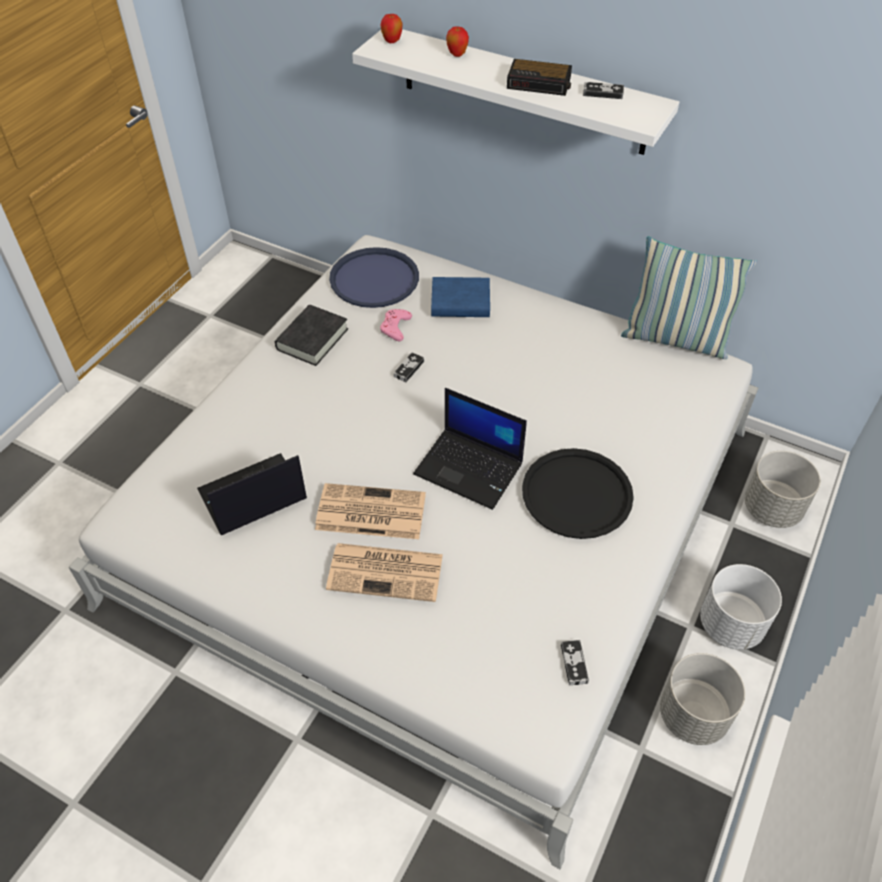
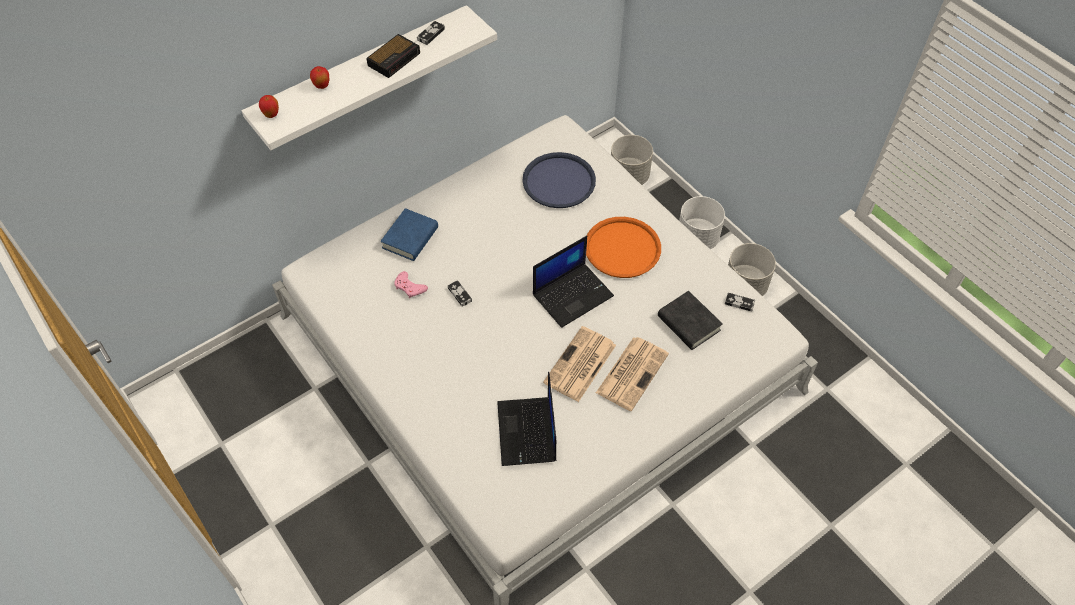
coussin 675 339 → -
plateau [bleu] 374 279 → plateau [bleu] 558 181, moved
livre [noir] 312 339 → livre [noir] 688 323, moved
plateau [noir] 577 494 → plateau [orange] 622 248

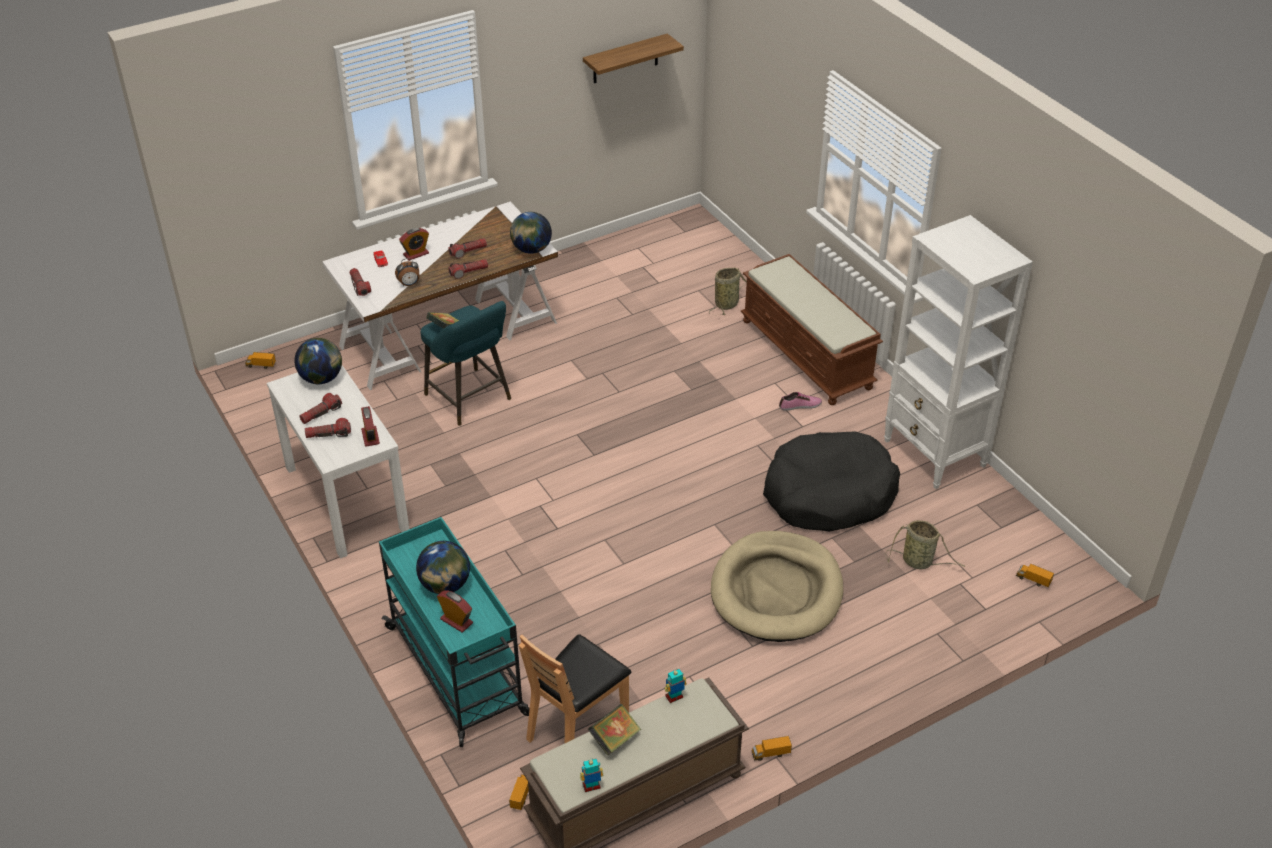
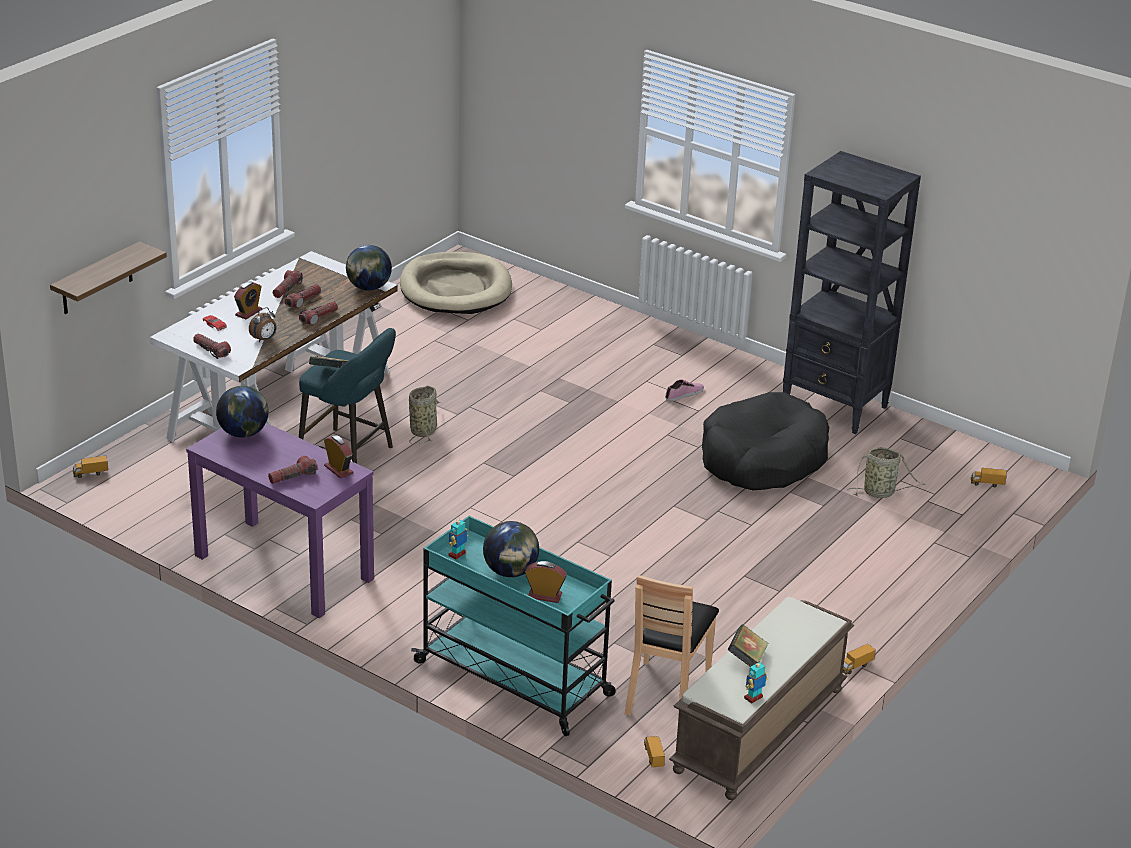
étagère 625 59 → étagère 97 279, moved
bibliothèque [blanc] 935 454 → bibliothèque [noir] 835 407
banc [marron] 807 354 → -
panier 727 303 → panier 424 430, moved
table console [blanc] 345 498 → table console [violet] 283 567
lampe de poche 321 413 → lampe de poche 287 289, moved
panier pour chien [beige] 776 591 → panier pour chien [beige] 455 289, moved
robot jouet 674 697 → robot jouet 457 554, moved

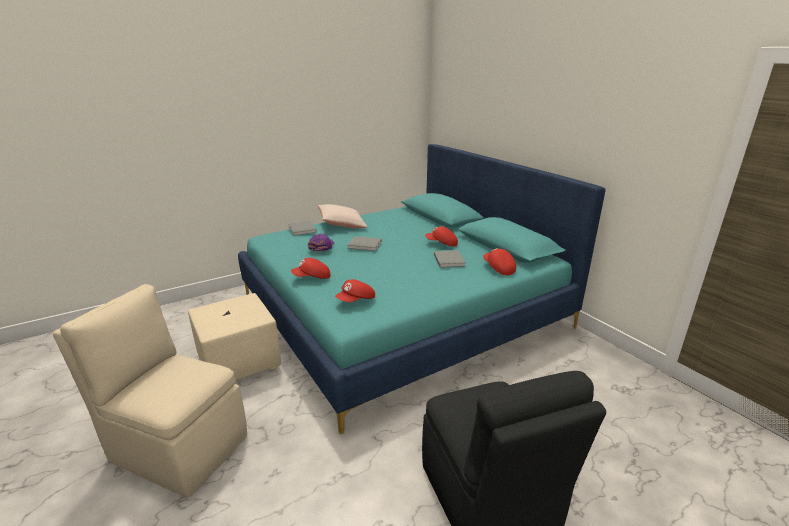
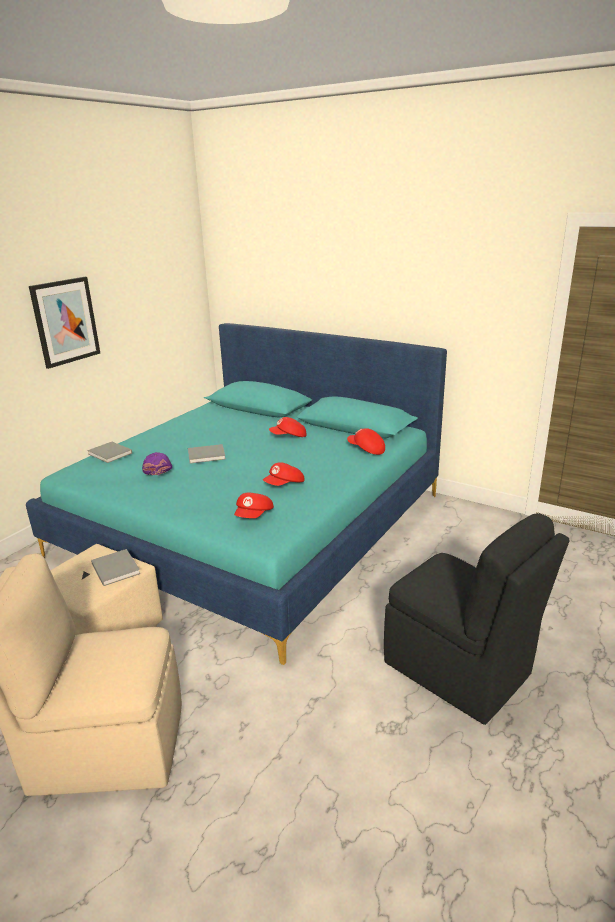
coussin [beige] 342 224 → -
livre [gris] 449 259 → livre [gris] 115 568, moved
casquette [rouge] 312 278 → casquette [rouge] 284 485, moved
- → tableau 65 321

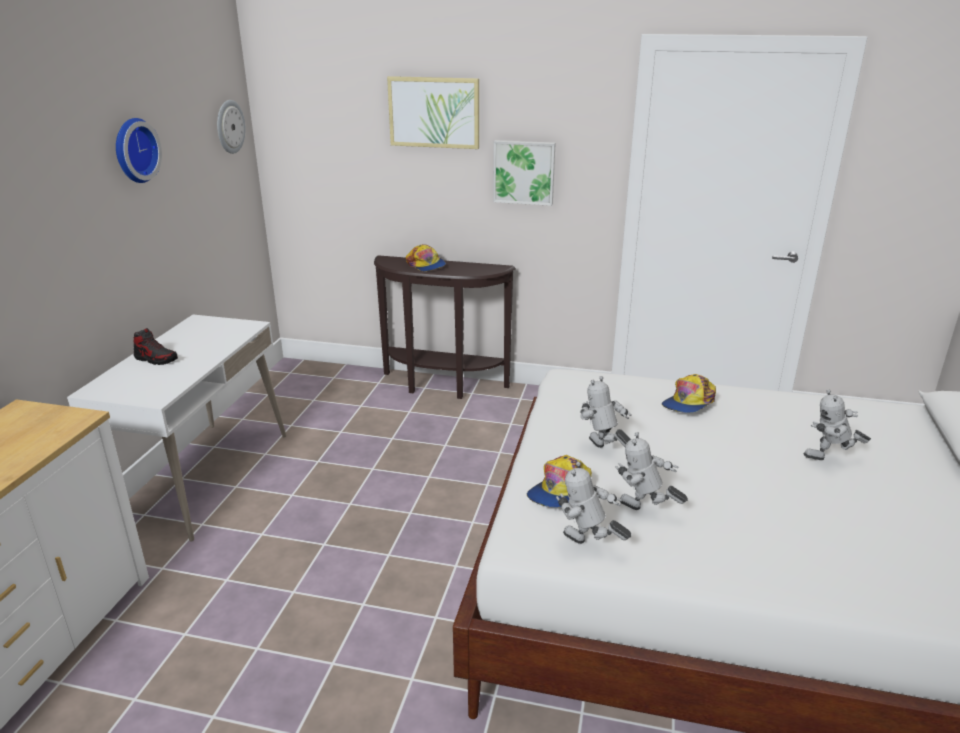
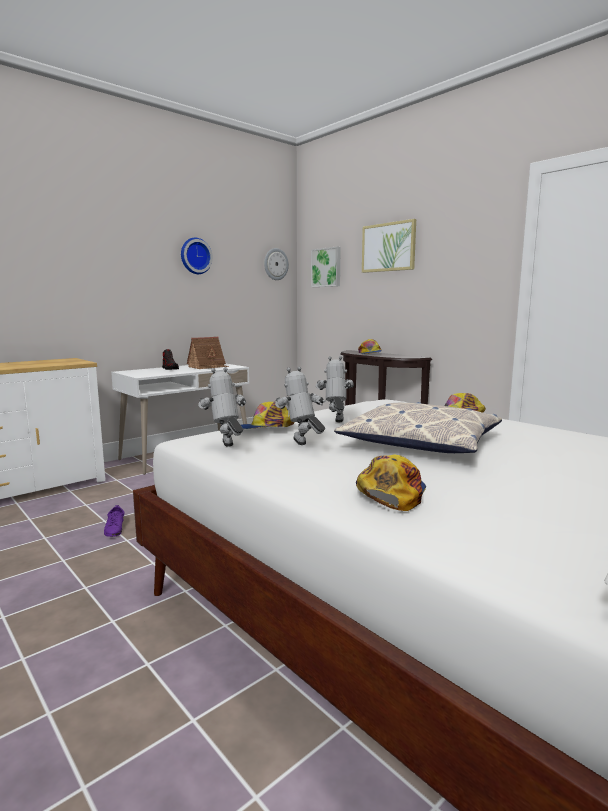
tableau 524 172 → tableau 326 267, moved
robot jouet 830 461 → -
- → maison miniature 208 367
- → coussin 421 442
- → casquette 391 492
- → chaussure [violet] 115 528

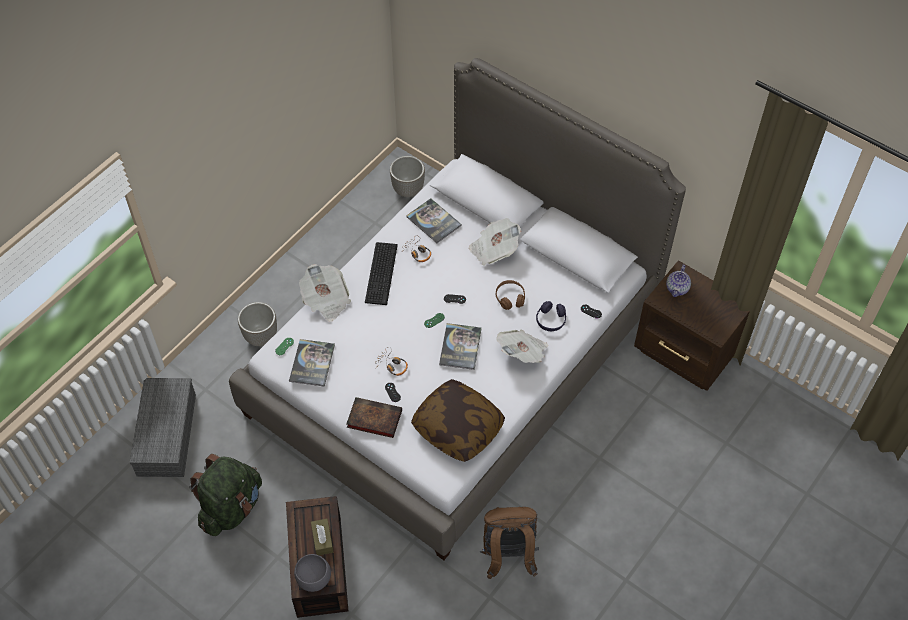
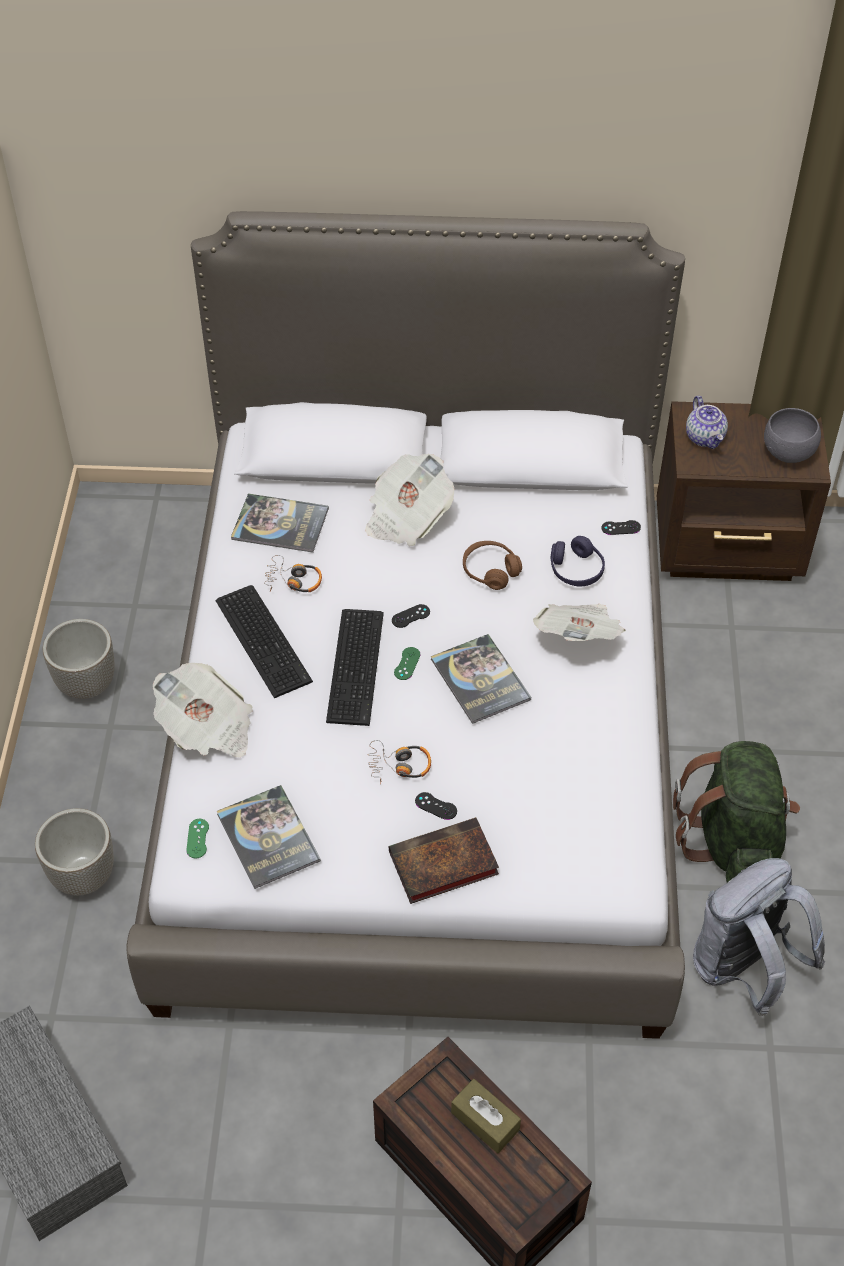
cache-pot 408 190 → cache-pot 87 684, moved
coussin 458 427 → -
sac à dos [vert] 231 507 → sac à dos [vert] 732 842, moved
sac à dos [marron] 508 556 → sac à dos [gris] 743 970
bol [gris] 313 580 → bol [gris] 788 454, moved
- → clavier 358 665

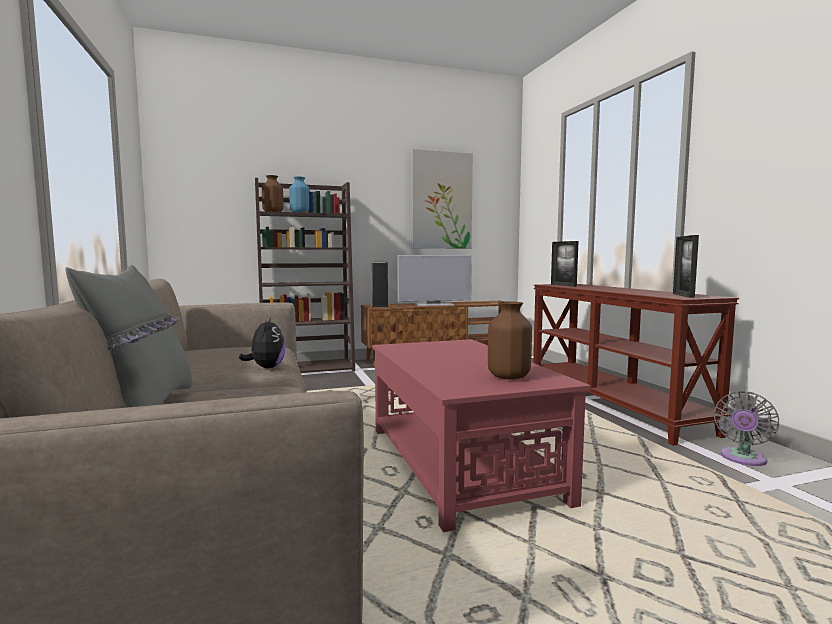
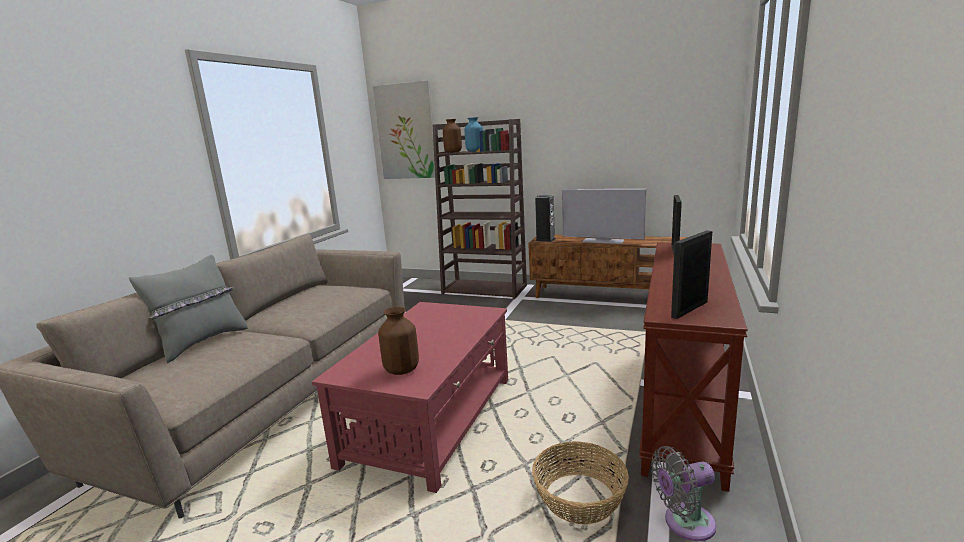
tableau 441 200 → tableau 406 132, moved
peluche 266 367 → -
- → panier 580 498

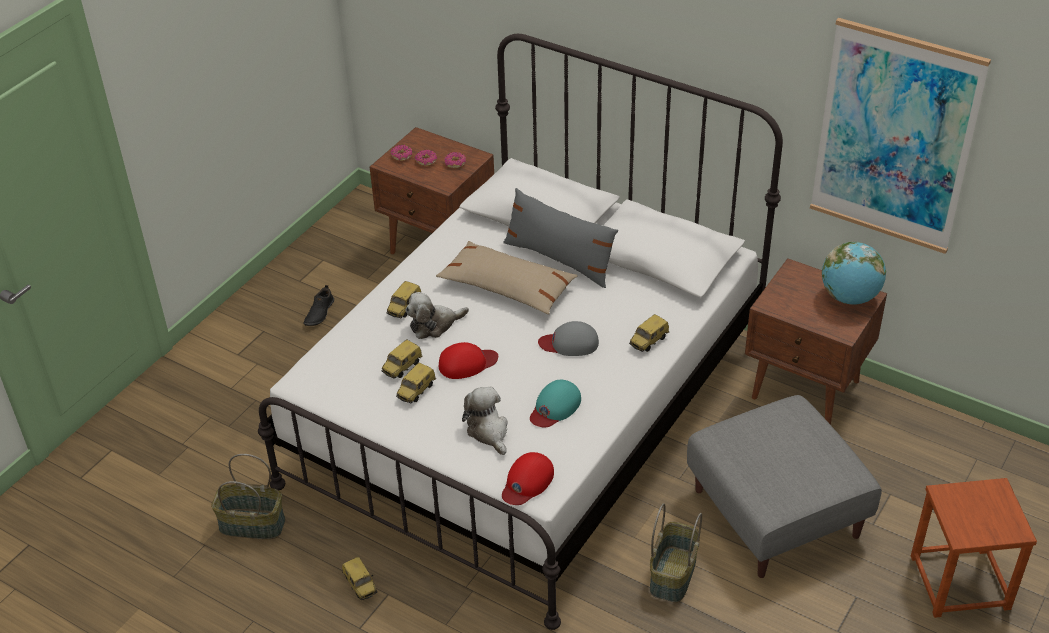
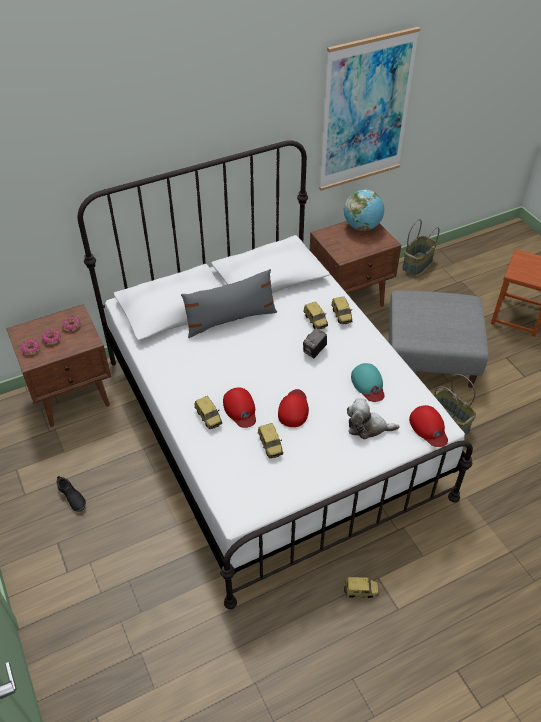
coussin [beige] 507 287 → -
peluche 434 325 → casquette [rouge] 240 409
casquette [gris] 569 343 → appareil photo 314 351
petite voiture 417 392 → petite voiture 316 321, moved
panier 251 525 → panier 417 264, moved

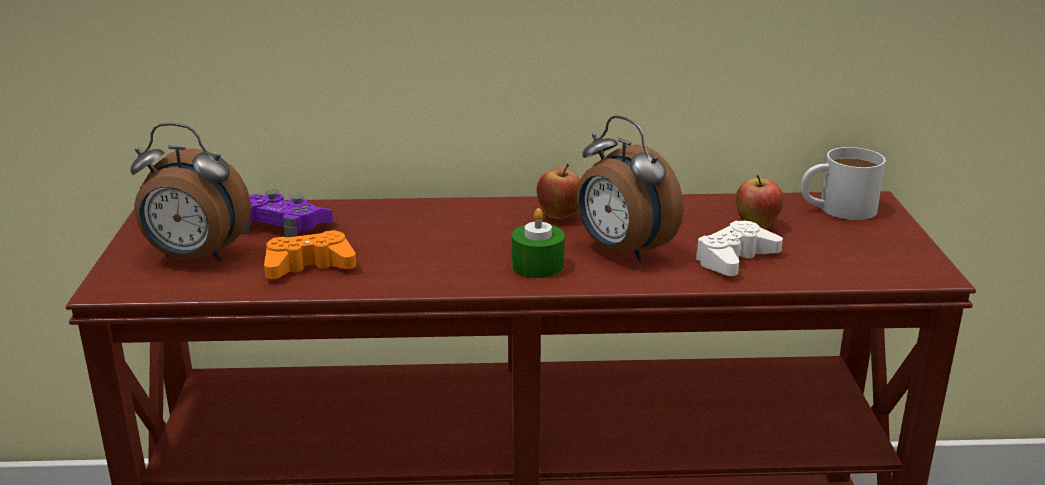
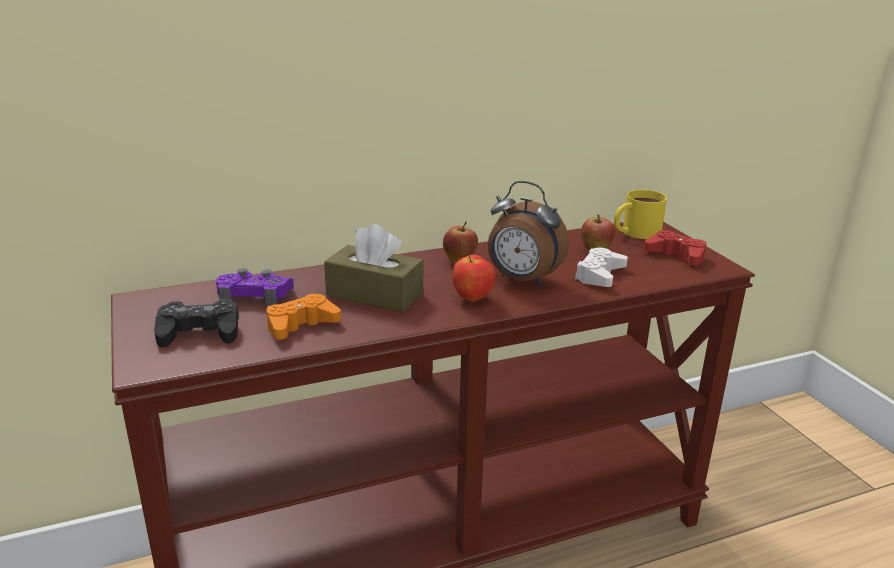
réveil 195 257 → manette [noir] 199 332
mug [blanc] 836 209 → mug [jaune] 635 233
bougie [vert] 538 266 → pomme 472 299
- → boîte à mouchoirs [marron] 374 294
- → manette [rouge] 676 255

